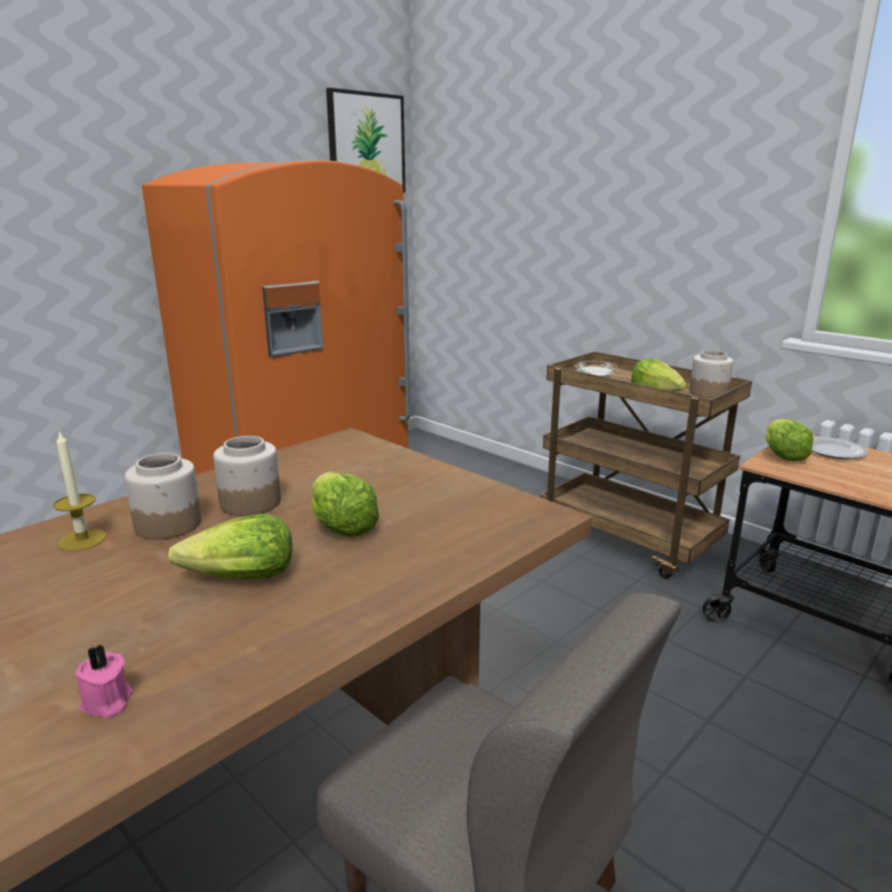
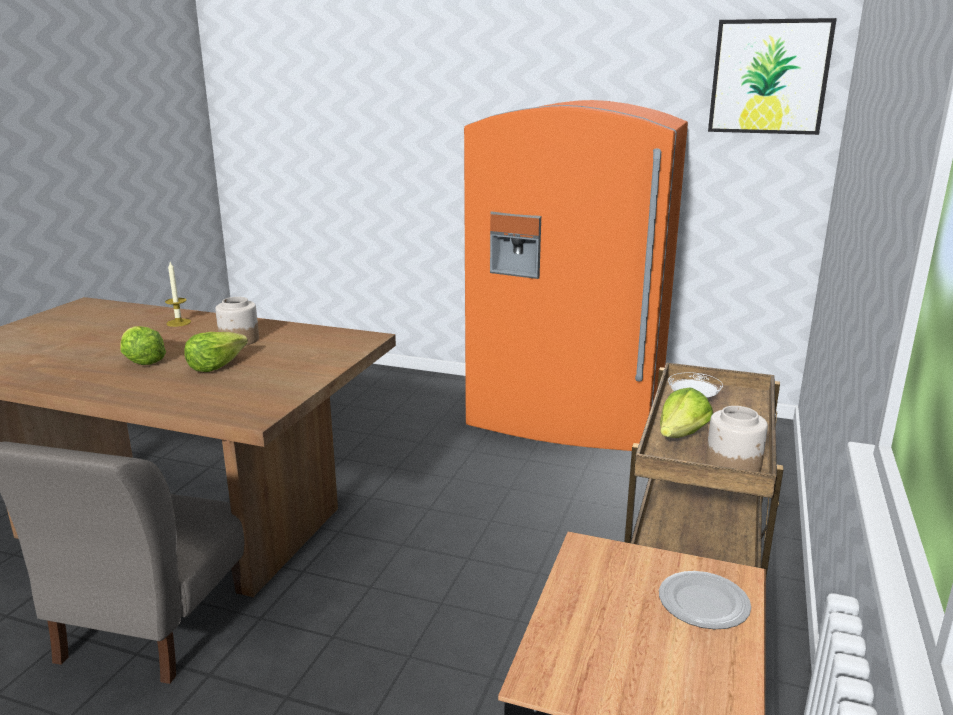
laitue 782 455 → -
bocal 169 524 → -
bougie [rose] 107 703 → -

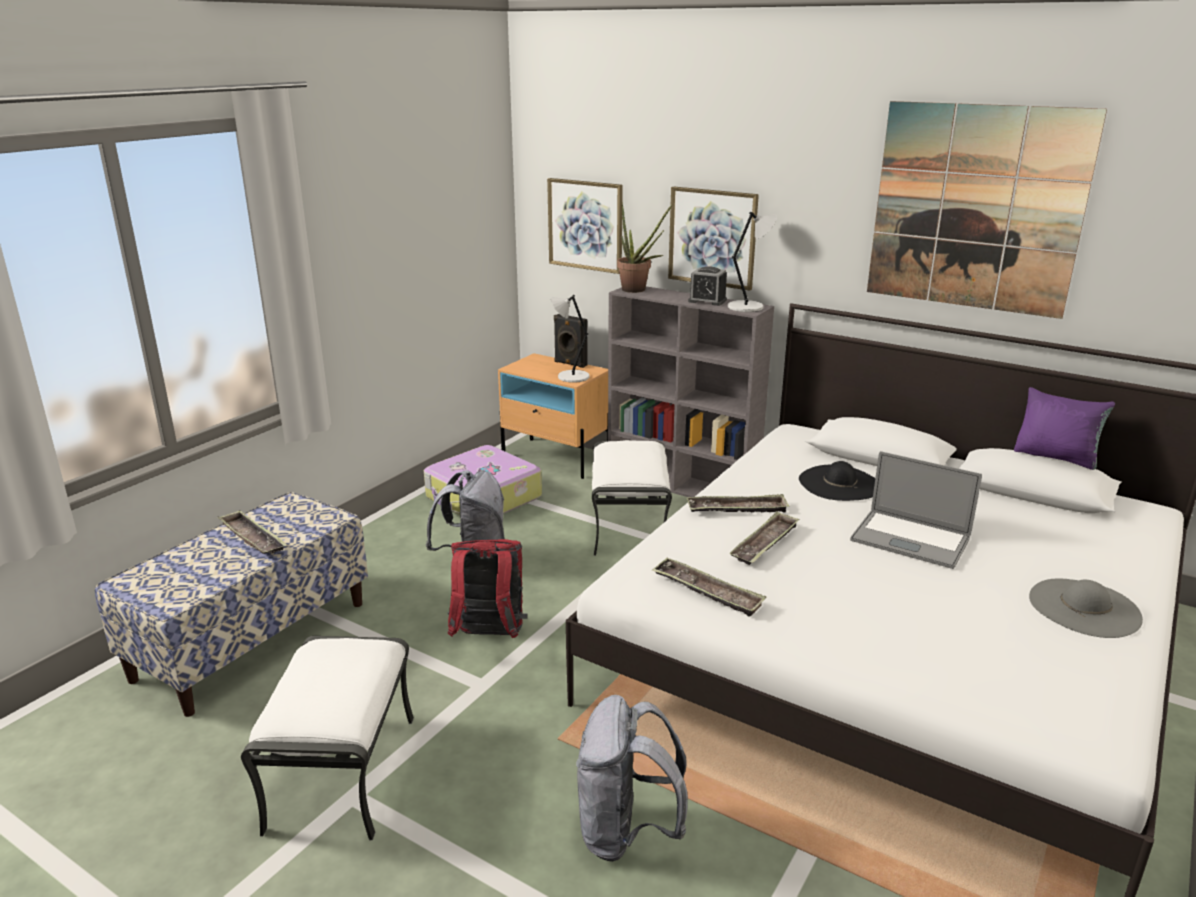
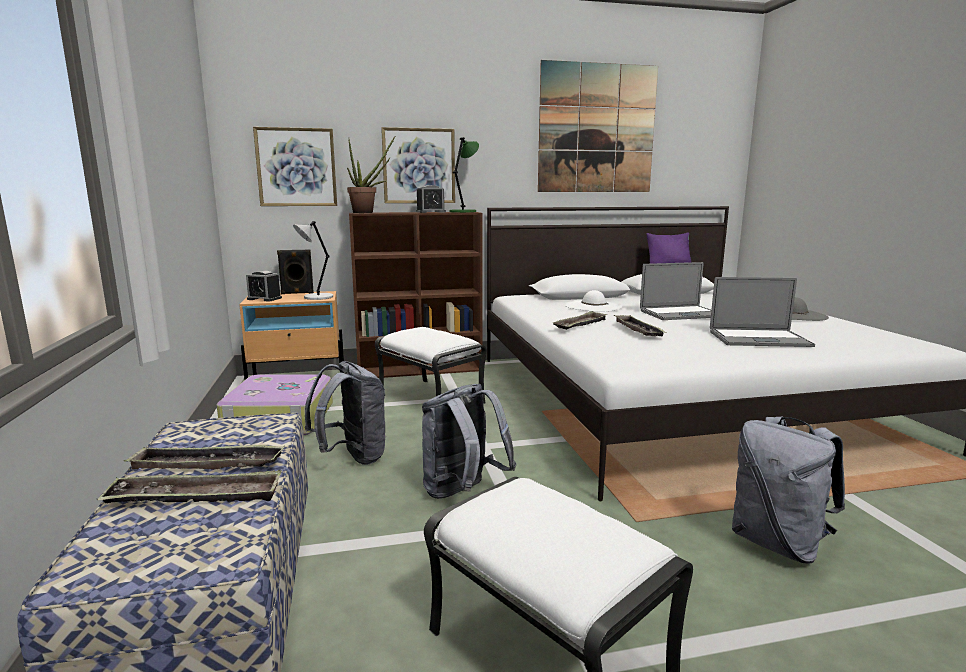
lampe de table [gris] 747 307 → lampe de table [vert] 463 212
bibliothèque [gris] 683 485 → bibliothèque [marron] 421 370
chapeau [noir] 839 483 → chapeau [blanc] 593 306
sac à dos [rouge] 489 636 → sac à dos [gris] 462 493
plateau 707 592 → plateau 195 497, moved
- → réveil 264 299
- → ordinateur portable 759 339

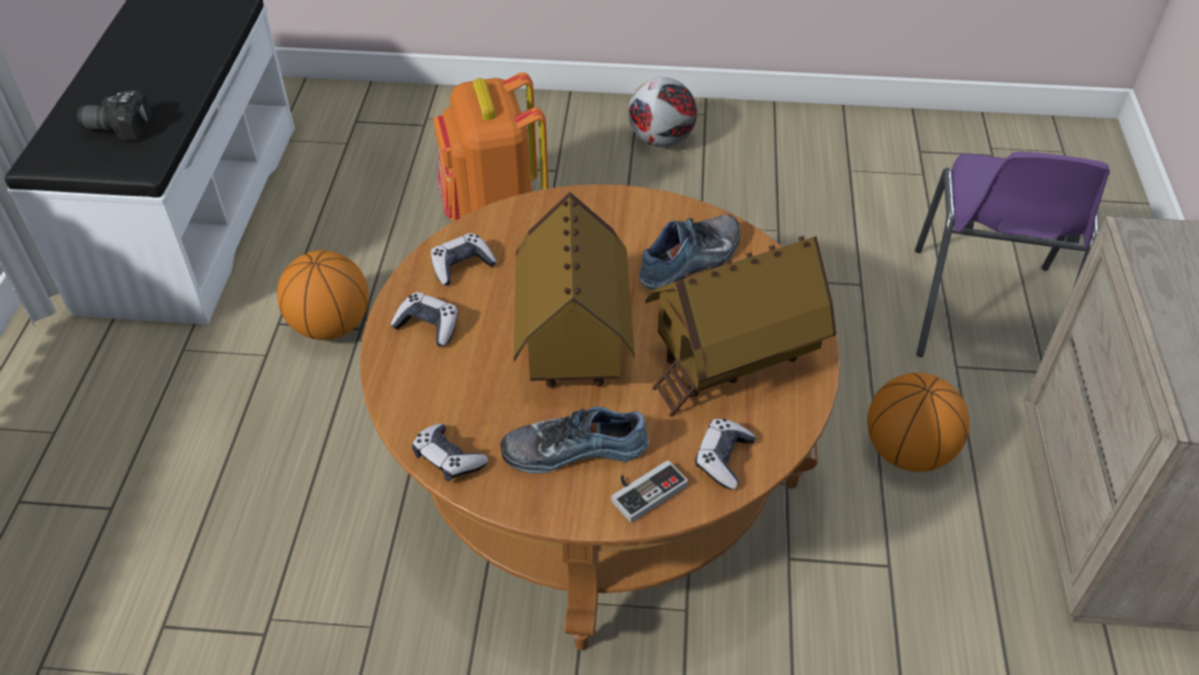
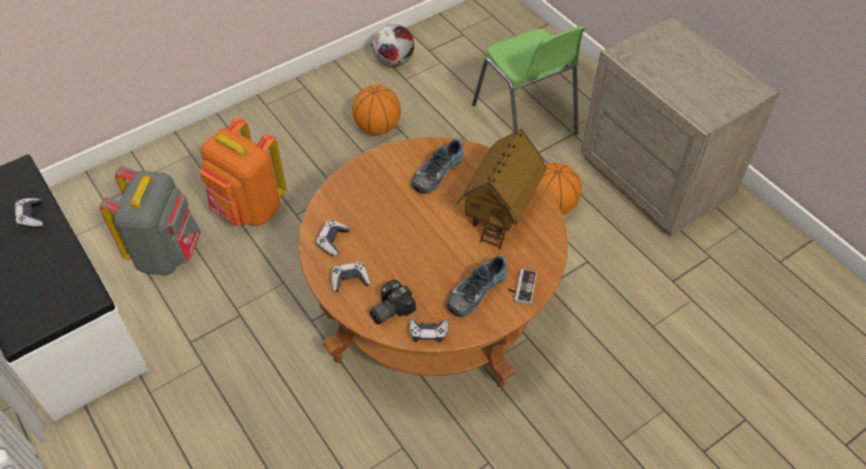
ballon de foot 661 140 → ballon de foot 394 61, moved
appareil photo 119 126 → appareil photo 389 309, moved
chaise [violet] 980 312 → chaise [vert] 525 120
maison miniature 572 344 → -
chaussure 692 262 → chaussure 436 172, 150 degrees counterclockwise
ballon de basket 330 325 → ballon de basket 377 127, moved
manette 723 459 → manette 31 217, moved
- → sac à dos [gris] 167 252

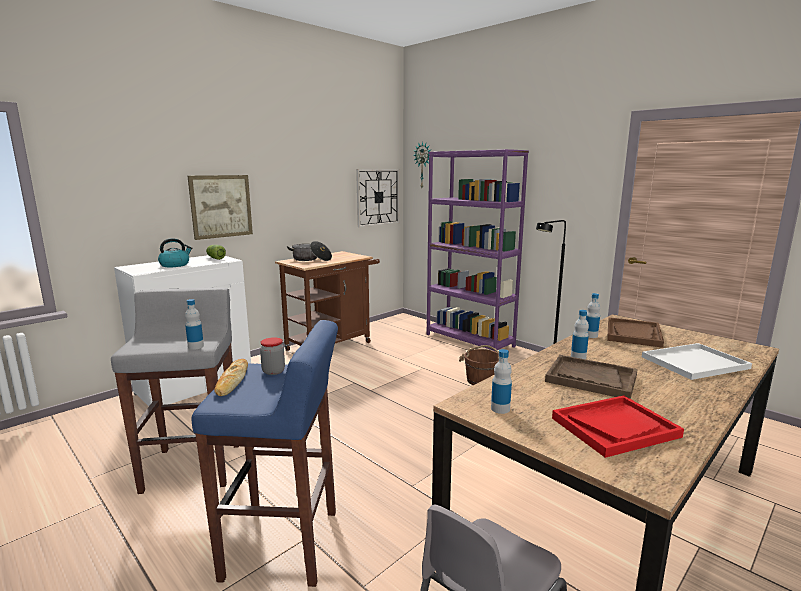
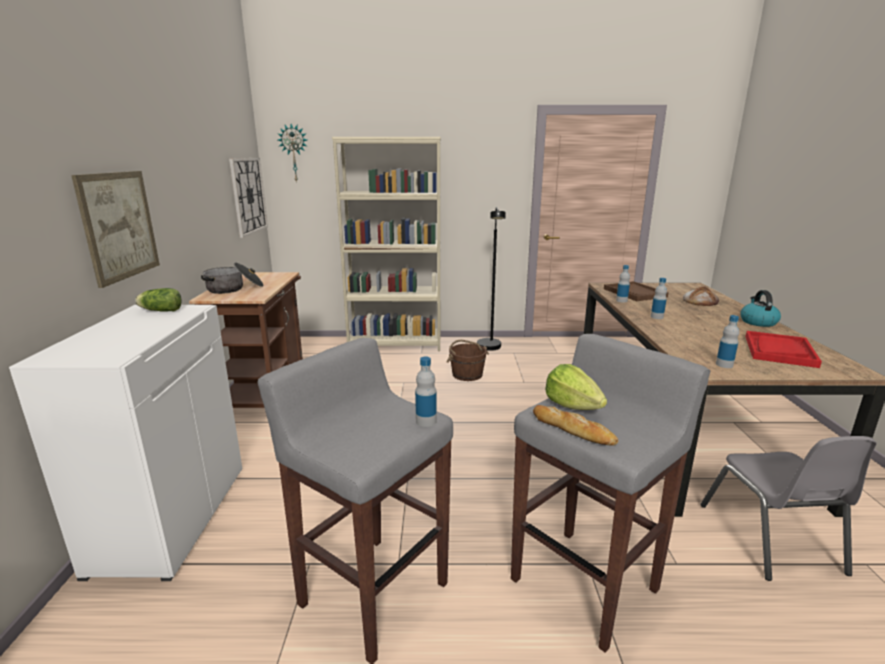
bibliothèque [violet] 469 340 → bibliothèque [beige] 395 344
bouilloire 175 265 → bouilloire 757 322, moved
tabouret [bleu] 283 545 → tabouret [gris] 586 583
bocal 273 371 → laitue 572 405
plateau [blanc] 695 362 → pain 700 301
plateau [marron] 591 379 → -

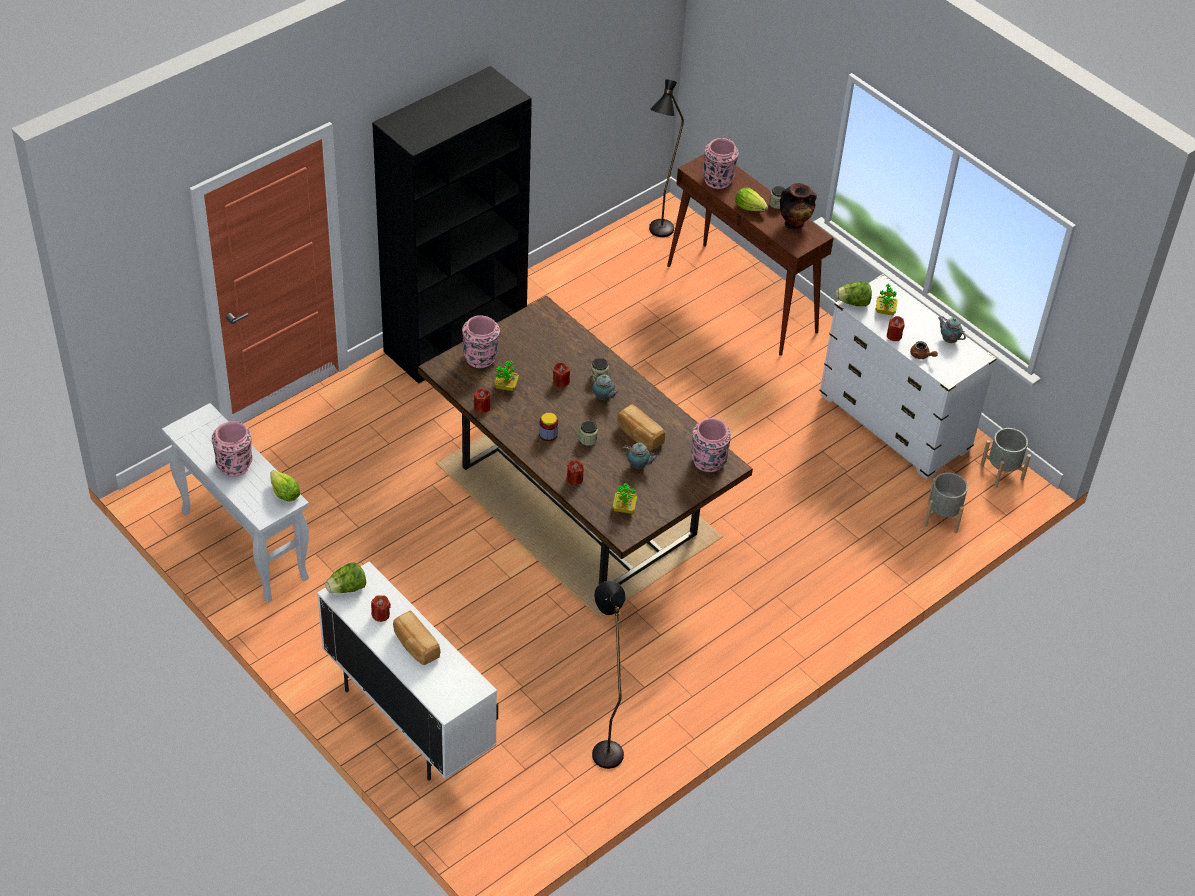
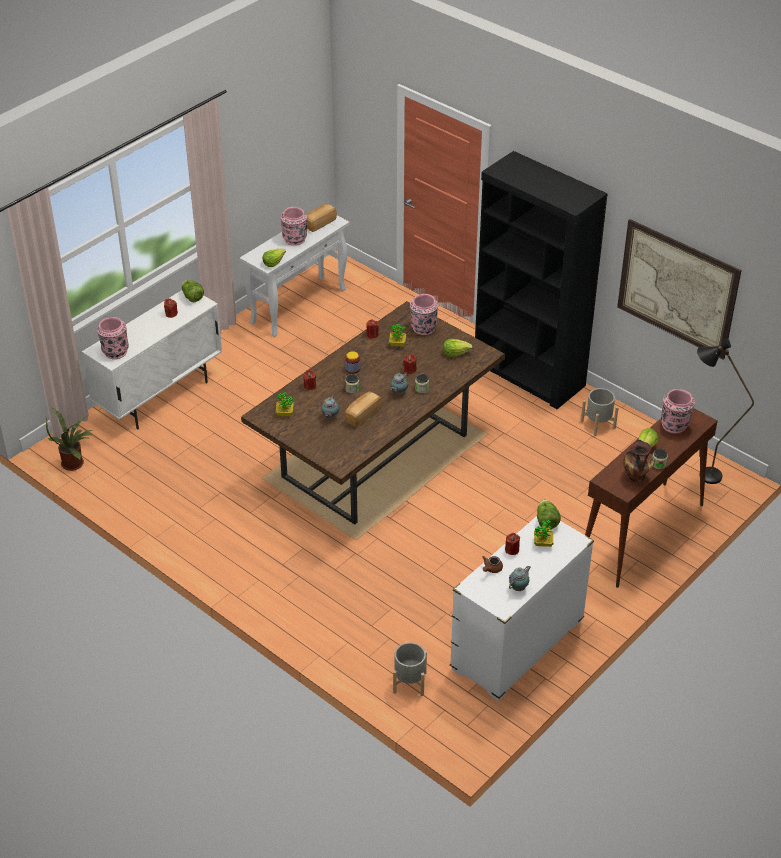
vase [rose] 708 462 → vase [rose] 115 352, moved
cache-pot [gris] 1002 472 → cache-pot [gris] 598 424, moved
lampadaire [noir] 604 745 → -
pain 415 646 → pain 319 223, moved
- → tableau 677 288
- → laitue 456 353
- → plante en pot 75 463

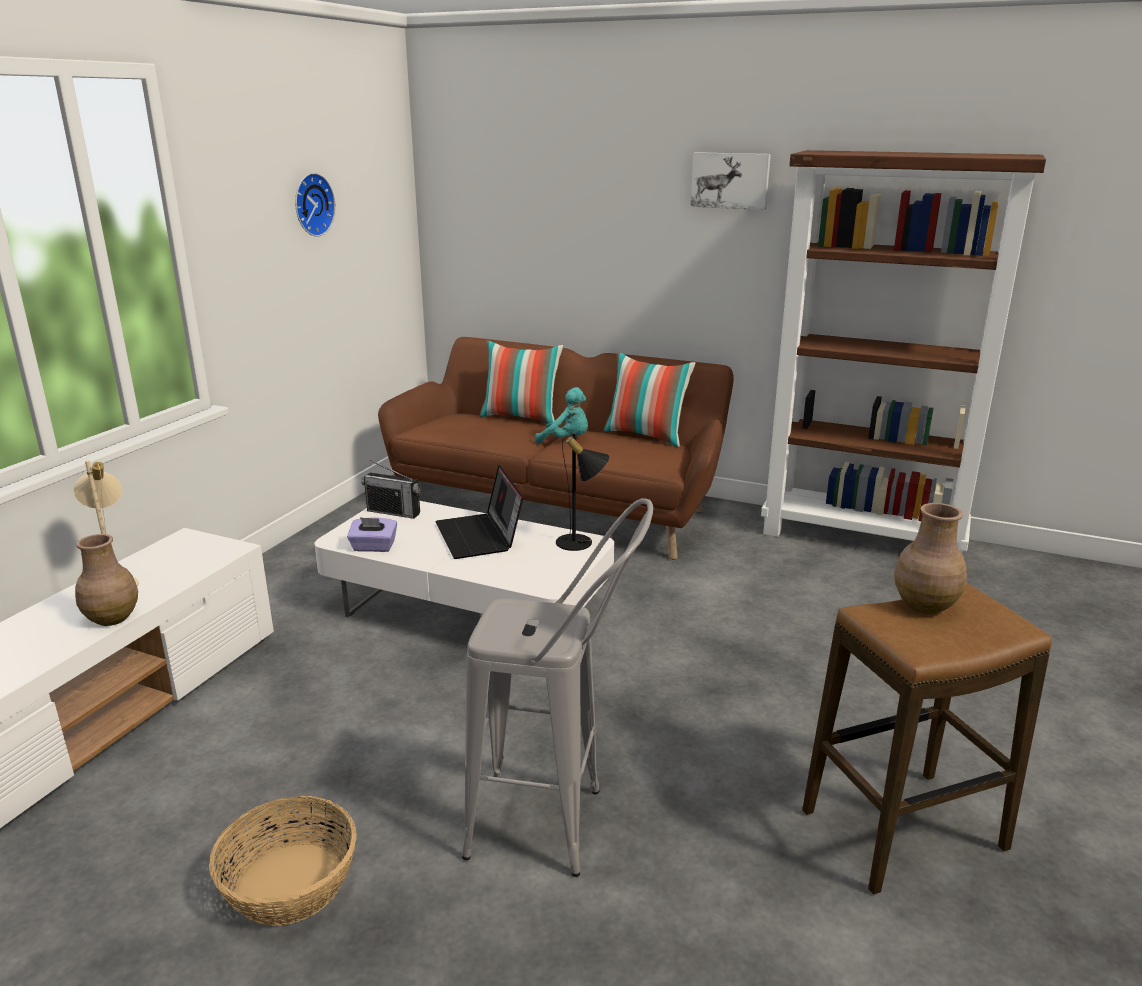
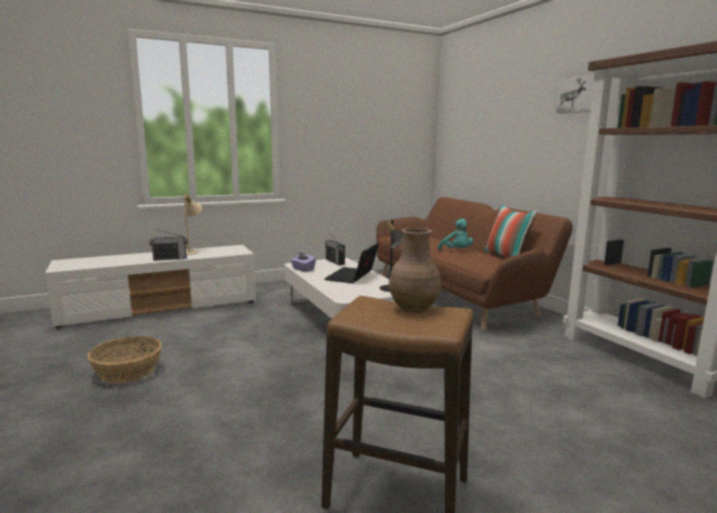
horloge murale 311 204 → -
coussin 521 418 → -
tabouret [gris] 558 827 → -
vase [marron] 112 618 → radio 170 259

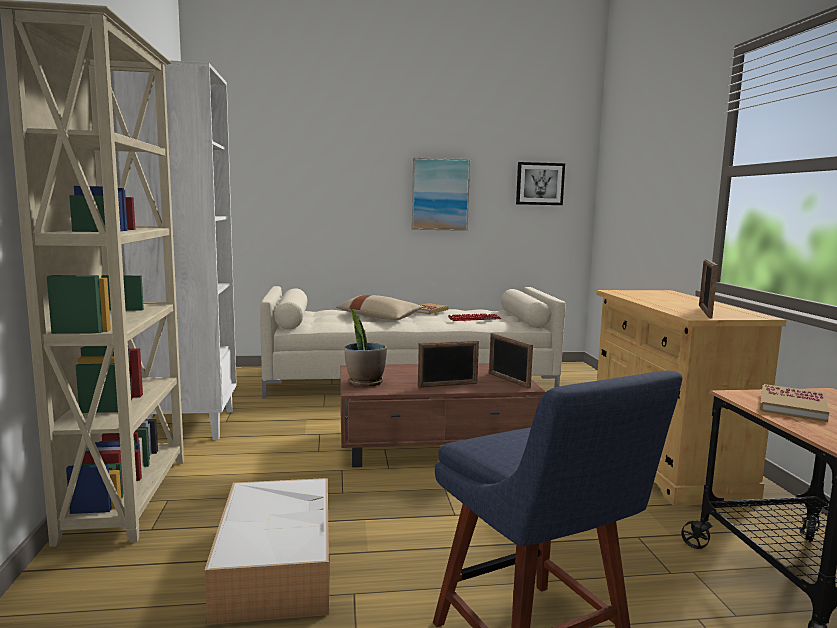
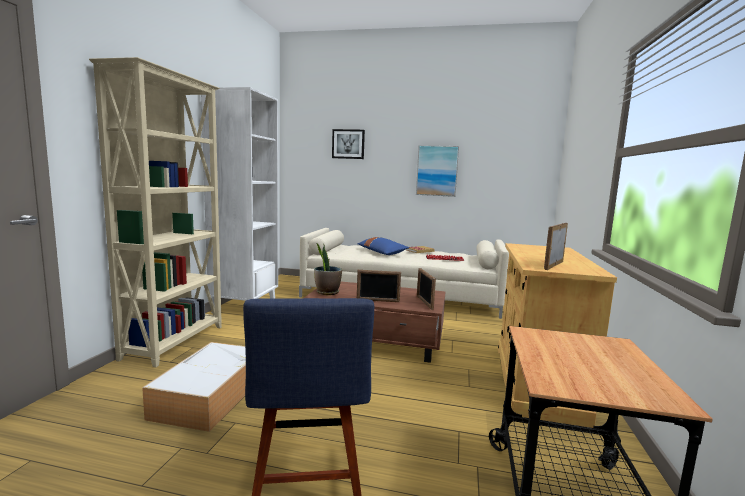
tableau 539 184 → tableau 348 144, moved
coussin [beige] 378 317 → coussin [bleu] 381 252
livre 792 406 → -

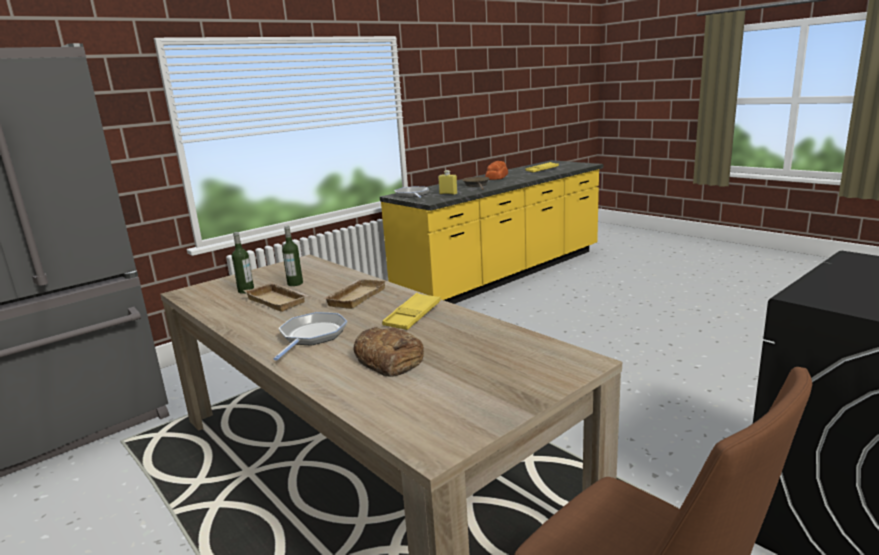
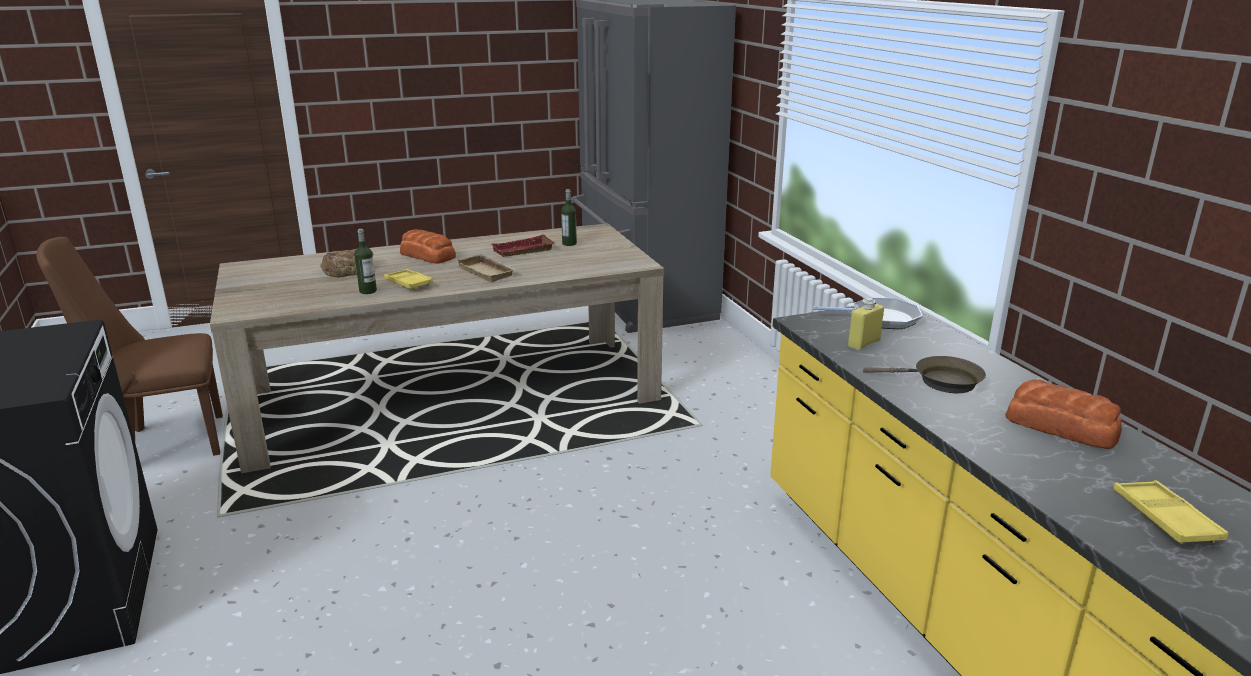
bouteille 295 283 → bouteille 368 291, moved
plateau [beige] 279 301 → plateau [rouge] 523 251
poêle 312 336 → pain 427 255

